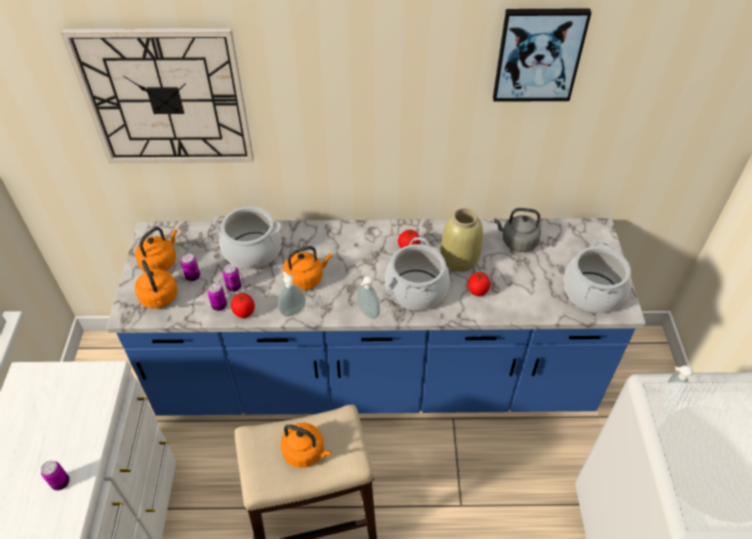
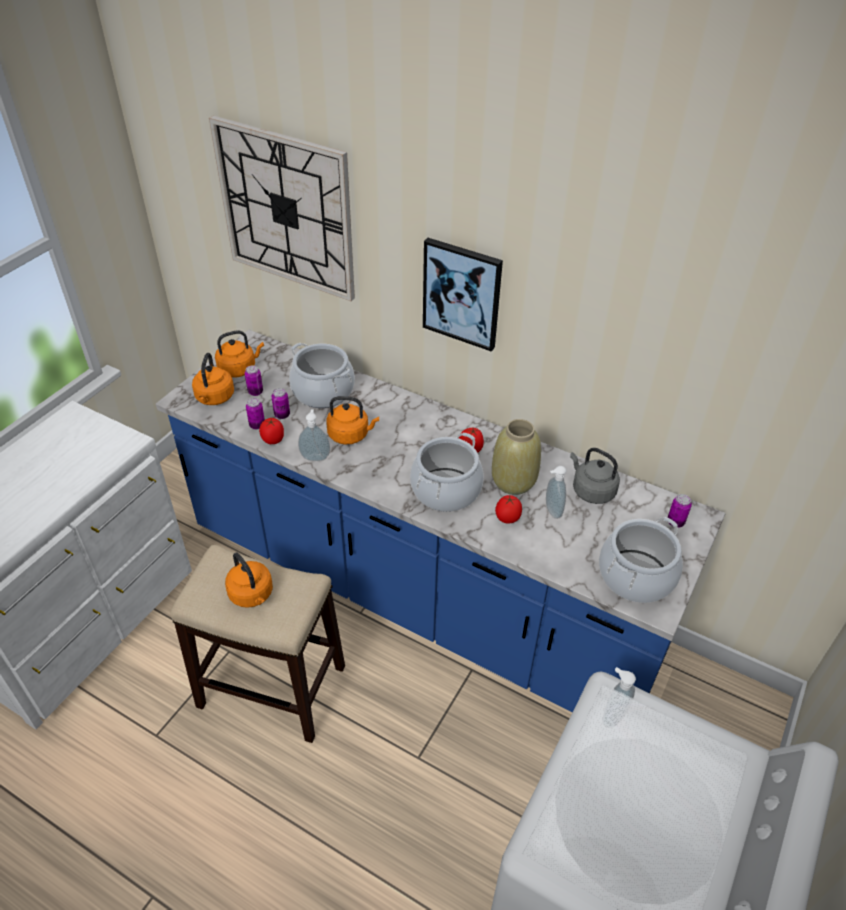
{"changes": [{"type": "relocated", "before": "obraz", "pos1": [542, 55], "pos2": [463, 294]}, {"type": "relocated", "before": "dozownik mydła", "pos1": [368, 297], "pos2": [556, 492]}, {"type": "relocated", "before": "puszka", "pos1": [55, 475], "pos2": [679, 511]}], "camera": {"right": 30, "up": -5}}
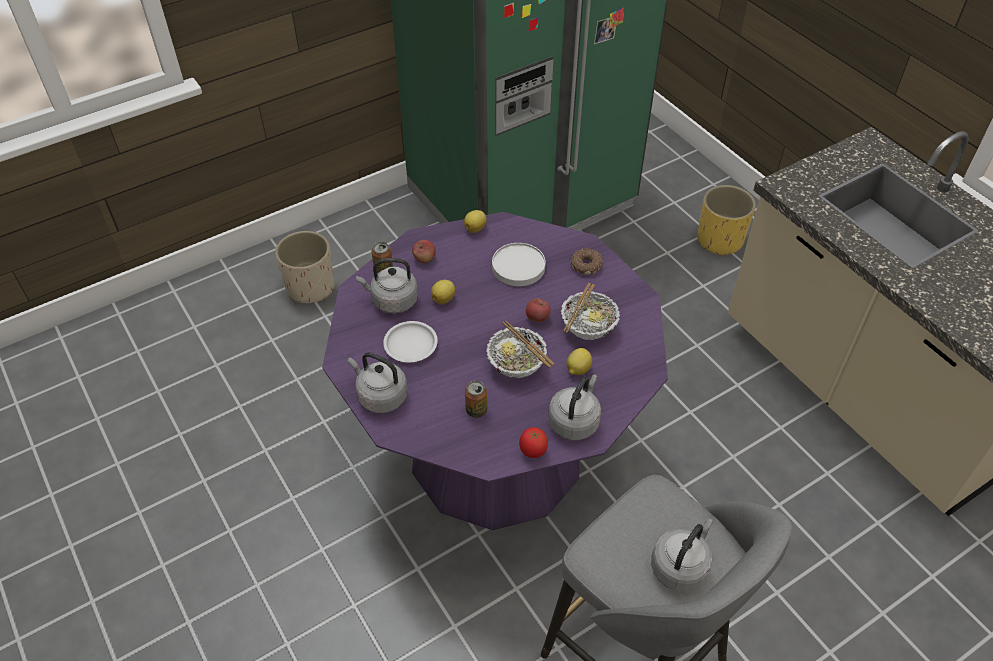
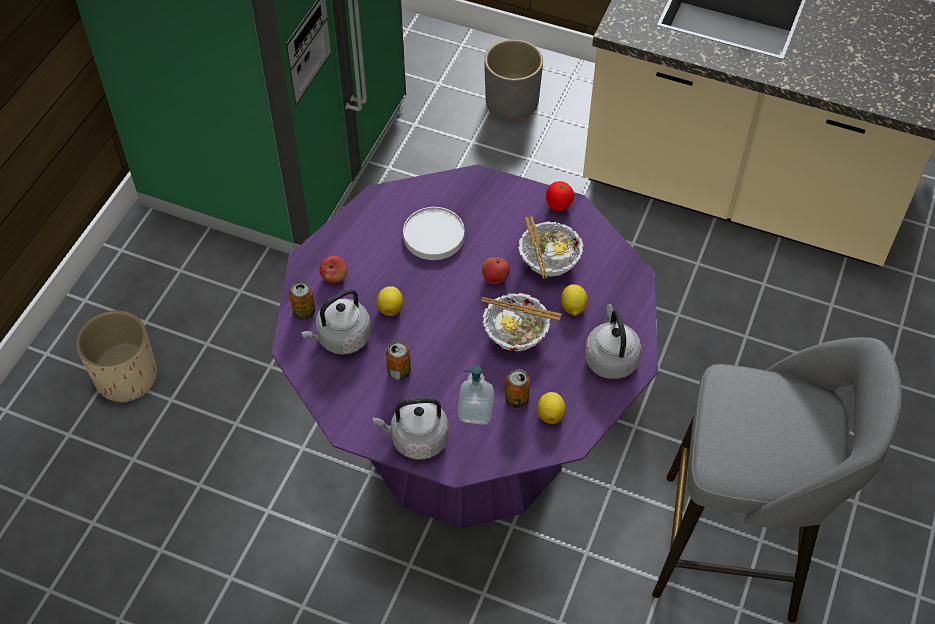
{"changes": [{"type": "colour", "before": "donica (żółty)", "after": "donica (szary)", "pos1": [726, 220], "pos2": [513, 80]}, {"type": "relocated", "before": "cytryna", "pos1": [475, 221], "pos2": [551, 408]}, {"type": "missing", "before": "donut", "pos1": [587, 261]}, {"type": "exchanged", "before": "talerz (biały)", "after": "puszka", "pos1": [410, 341], "pos2": [398, 360]}, {"type": "relocated", "before": "pomidor", "pos1": [533, 442], "pos2": [560, 196]}, {"type": "missing", "before": "czajnik (szary)", "pos1": [682, 555]}, {"type": "appeared", "after": "dozownik mydła", "pos2": [476, 395]}], "camera": {"right": -35, "up": 5}}
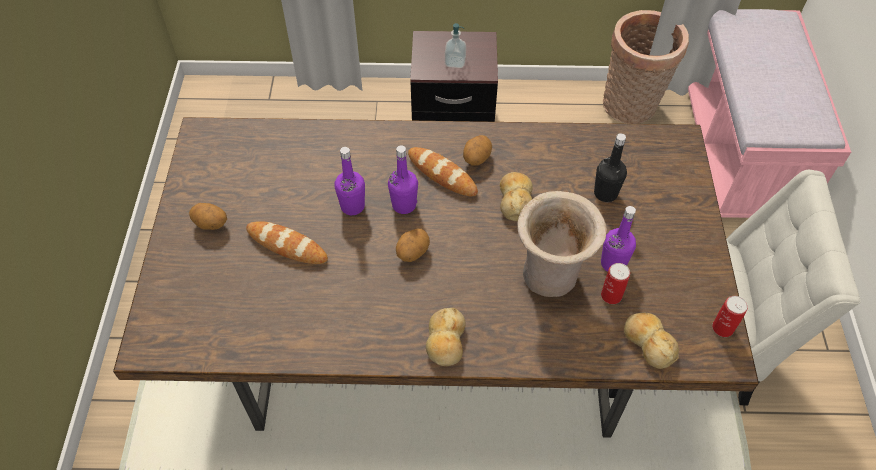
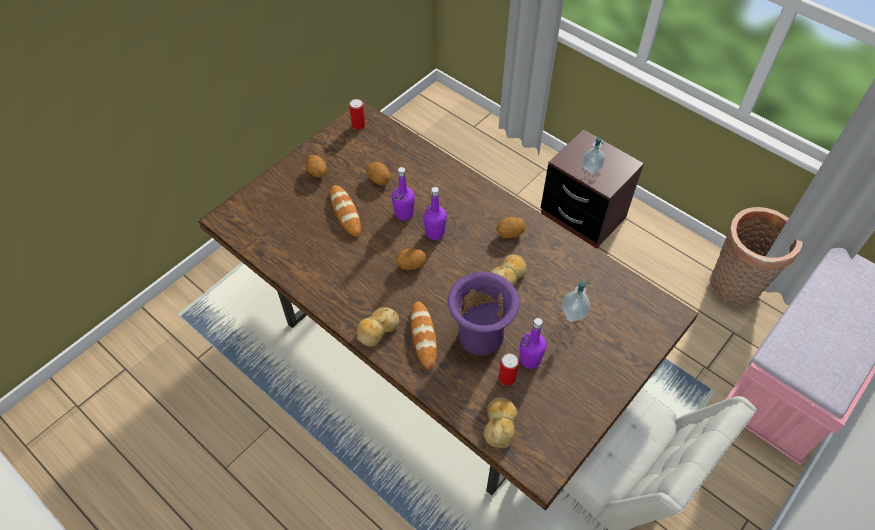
{"changes": [{"type": "exchanged", "before": "butelka (czarny)", "after": "dozownik mydła", "pos1": [610, 167], "pos2": [576, 301]}, {"type": "relocated", "before": "chleb", "pos1": [443, 171], "pos2": [424, 335]}, {"type": "colour", "before": "wazon (beżowy)", "after": "wazon (fioletowy)", "pos1": [562, 244], "pos2": [484, 314]}, {"type": "relocated", "before": "puszka", "pos1": [730, 316], "pos2": [357, 114]}, {"type": "appeared", "after": "ziemniak", "pos2": [378, 173]}], "camera": {"right": 40, "up": 0}}
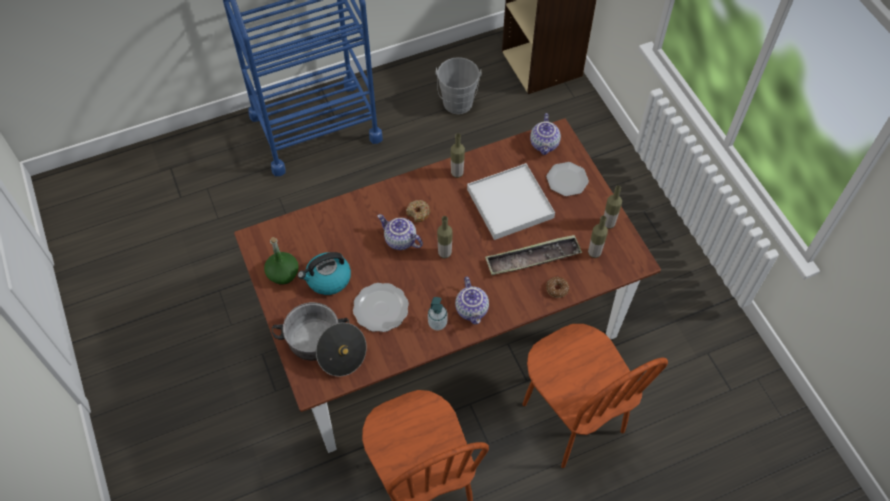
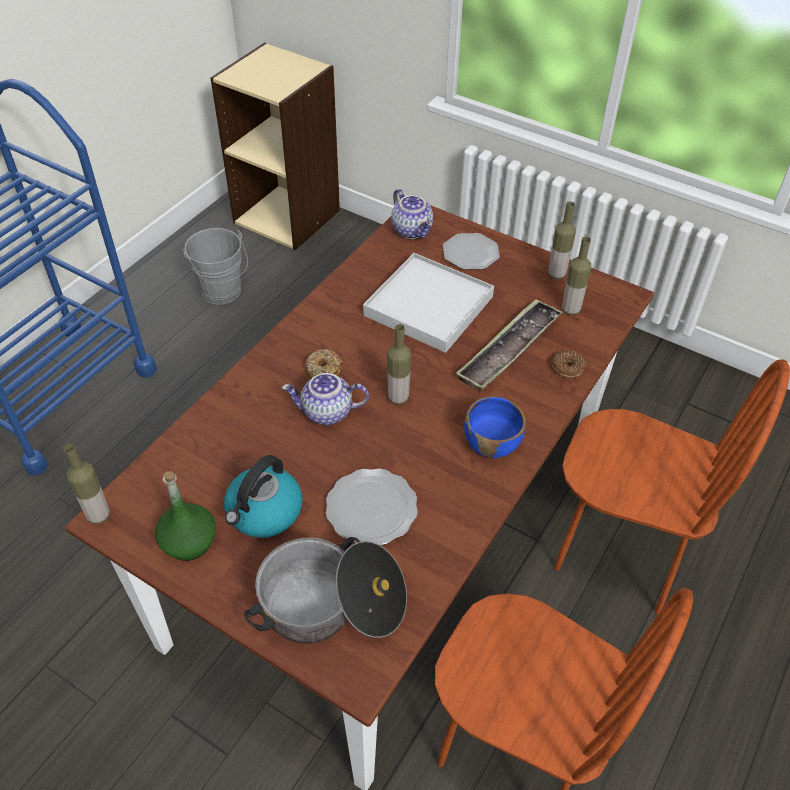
{"changes": [{"type": "relocated", "before": "butelka", "pos1": [458, 155], "pos2": [87, 483]}, {"type": "exchanged", "before": "imbryk", "after": "miska (niebieski)", "pos1": [472, 301], "pos2": [495, 427]}, {"type": "missing", "before": "dozownik mydła", "pos1": [437, 314]}], "camera": {"right": -35, "up": -10}}
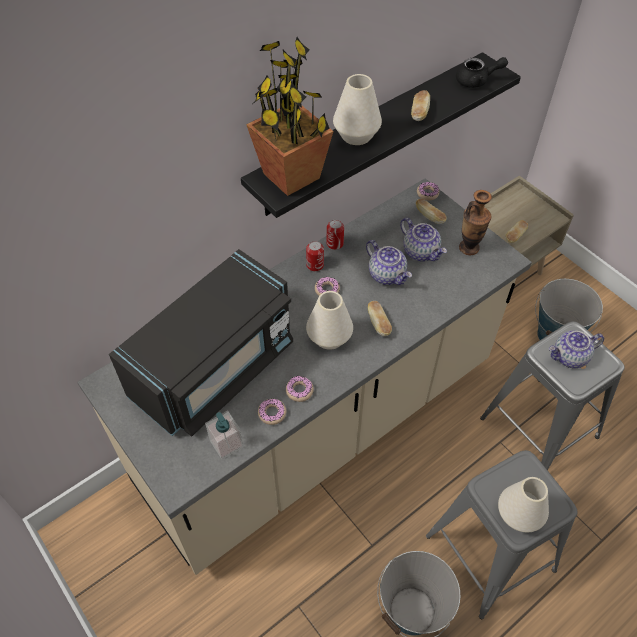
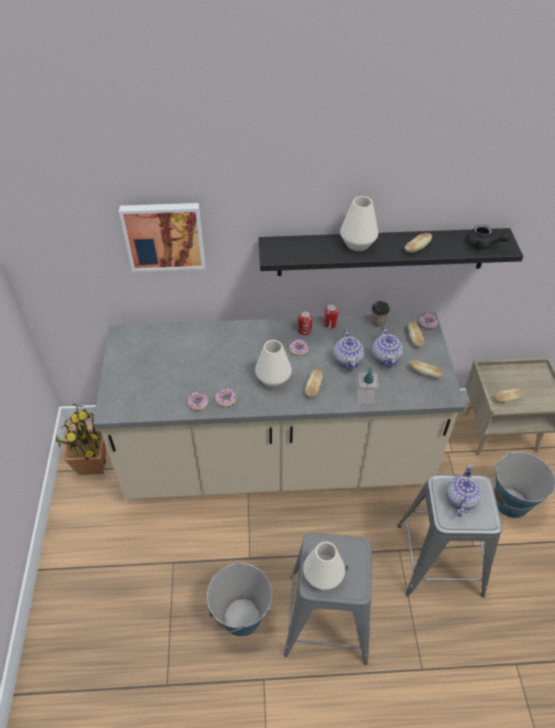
{"changes": [{"type": "relocated", "before": "roślina doniczkowa", "pos1": [289, 116], "pos2": [81, 439]}, {"type": "exchanged", "before": "wazon", "after": "chleb", "pos1": [475, 222], "pos2": [426, 369]}, {"type": "missing", "before": "mikrofalówka (czarny)", "pos1": [201, 343]}, {"type": "spun", "before": "imbryk", "pos1": [576, 349], "pos2": [463, 491], "turn": 90}, {"type": "relocated", "before": "dozownik mydła", "pos1": [224, 435], "pos2": [367, 385]}, {"type": "appeared", "after": "obraz", "pos2": [162, 237]}, {"type": "appeared", "after": "filiżanka", "pos2": [381, 314]}], "camera": {"right": 35, "up": -5}}
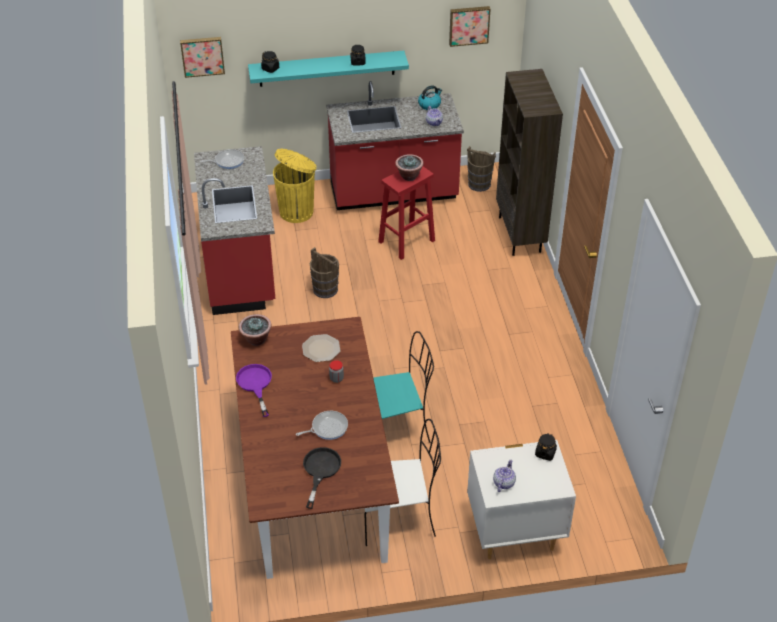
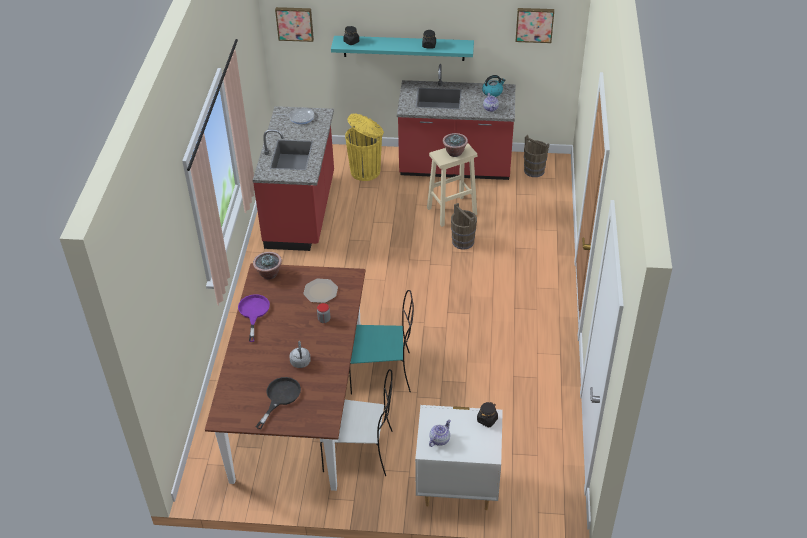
{"changes": [{"type": "missing", "before": "regał (brązowy)", "pos1": [529, 162]}, {"type": "colour", "before": "stołek (czerwony)", "after": "stołek (beżowy)", "pos1": [406, 213], "pos2": [452, 185]}, {"type": "relocated", "before": "wiadro (brązowy)", "pos1": [324, 272], "pos2": [464, 226]}, {"type": "exchanged", "before": "patelnia", "after": "czajnik (szary)", "pos1": [322, 425], "pos2": [300, 354]}], "camera": {"right": 15, "up": 0}}
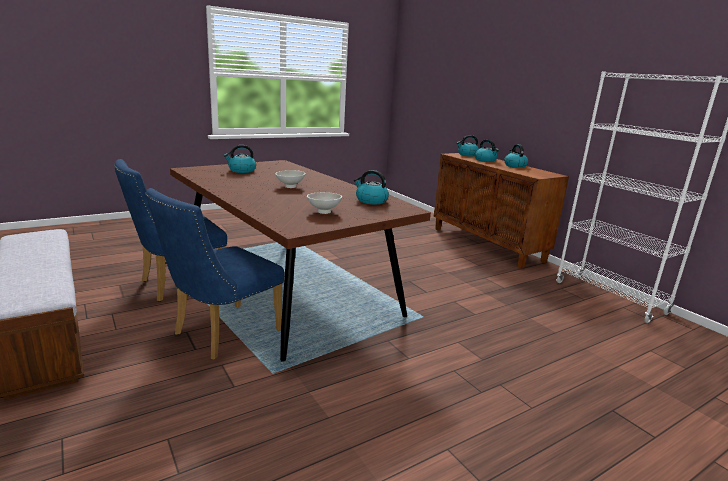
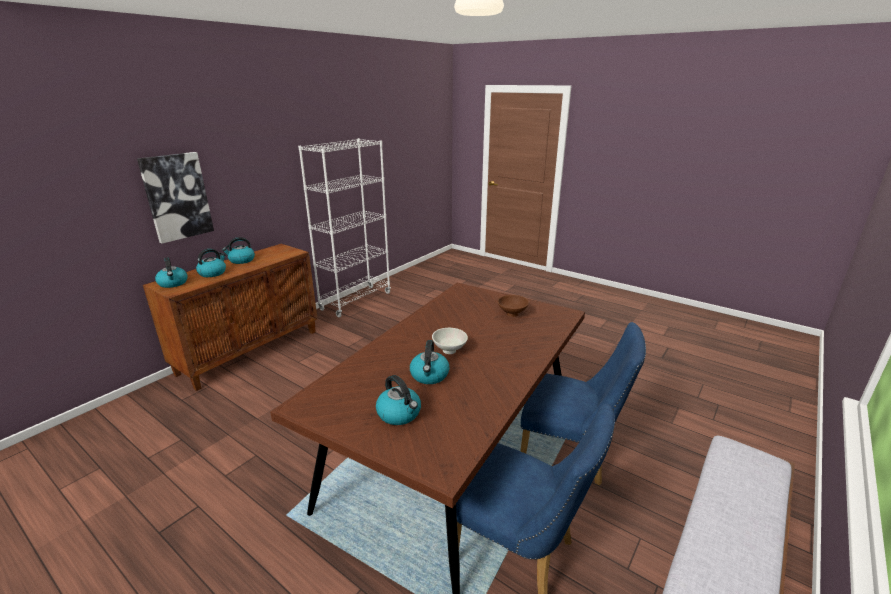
{"changes": [{"type": "relocated", "before": "czajnik", "pos1": [371, 187], "pos2": [430, 362]}, {"type": "colour", "before": "miska (biały)", "after": "miska (brązowy)", "pos1": [324, 203], "pos2": [513, 306]}, {"type": "appeared", "after": "obraz", "pos2": [175, 198]}], "camera": {"right": -110, "up": 5}}
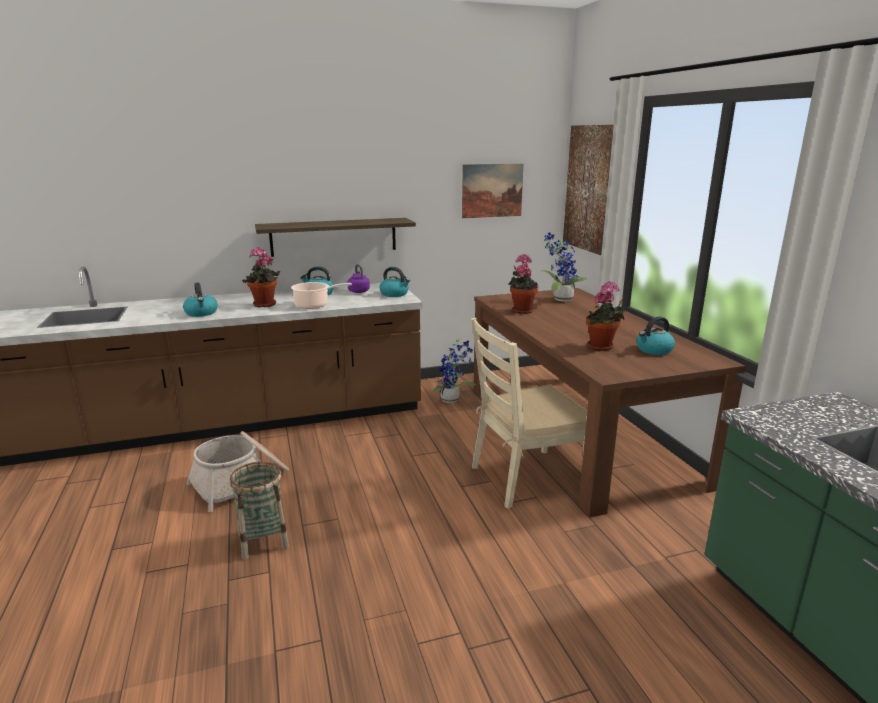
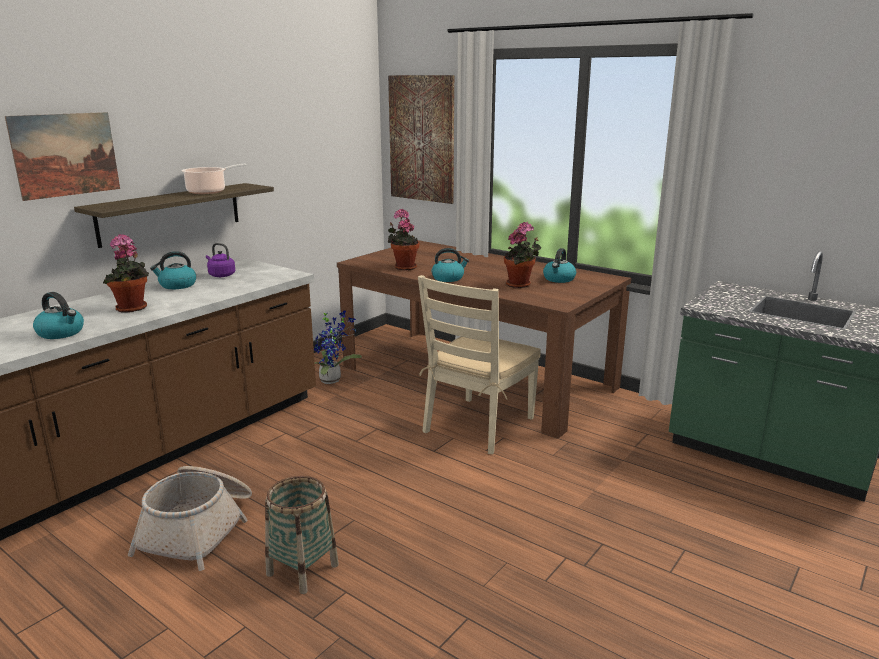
{"changes": [{"type": "relocated", "before": "obraz", "pos1": [493, 191], "pos2": [62, 156]}, {"type": "missing", "before": "roślina doniczkowa", "pos1": [564, 267]}, {"type": "relocated", "before": "czajnik", "pos1": [395, 282], "pos2": [450, 265]}, {"type": "relocated", "before": "garnek", "pos1": [321, 295], "pos2": [214, 179]}], "camera": {"right": -35, "up": 0}}
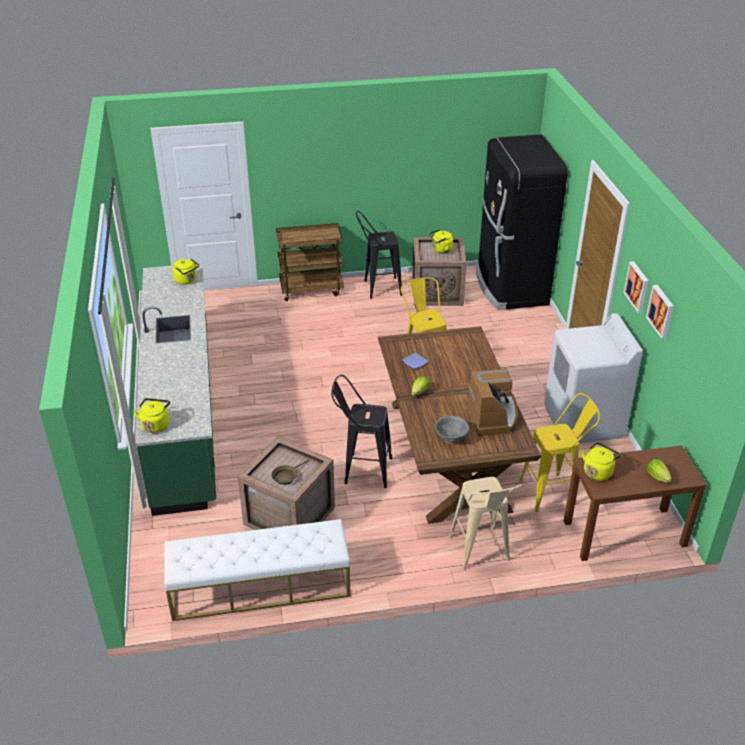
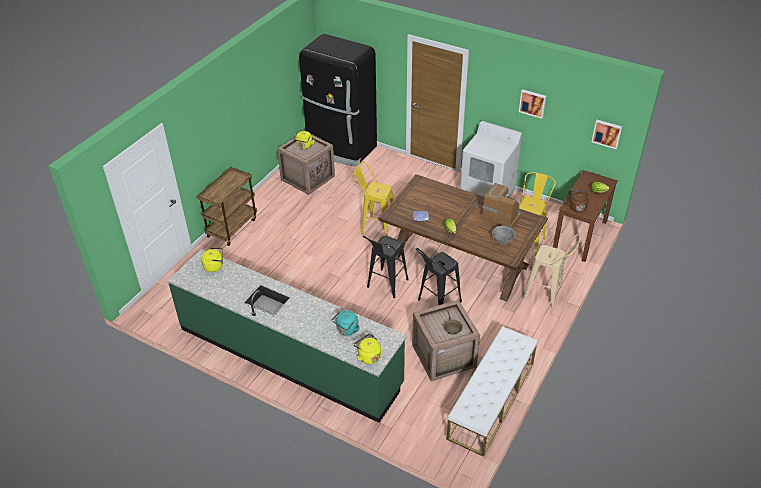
{"changes": [{"type": "relocated", "before": "stołek (czarny)", "pos1": [379, 255], "pos2": [386, 266]}, {"type": "relocated", "before": "obraz", "pos1": [636, 287], "pos2": [607, 134]}, {"type": "colour", "before": "czajnik (żółty)", "after": "czajnik (brązowy)", "pos1": [601, 461], "pos2": [578, 201]}, {"type": "appeared", "after": "czajnik (turkusowy)", "pos2": [346, 323]}], "camera": {"right": -50, "up": 5}}
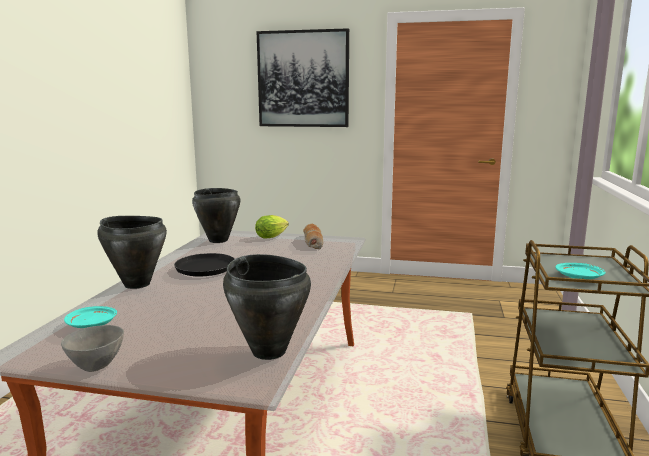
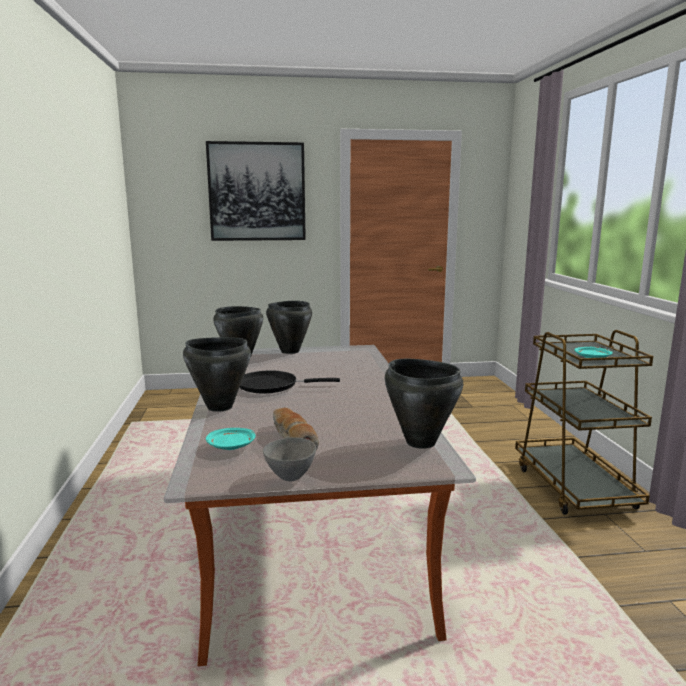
{"changes": [{"type": "exchanged", "before": "sałata", "after": "garnek (czarny)", "pos1": [272, 227], "pos2": [289, 327]}, {"type": "relocated", "before": "chleb", "pos1": [313, 236], "pos2": [296, 429]}], "camera": {"right": -20, "up": 0}}
